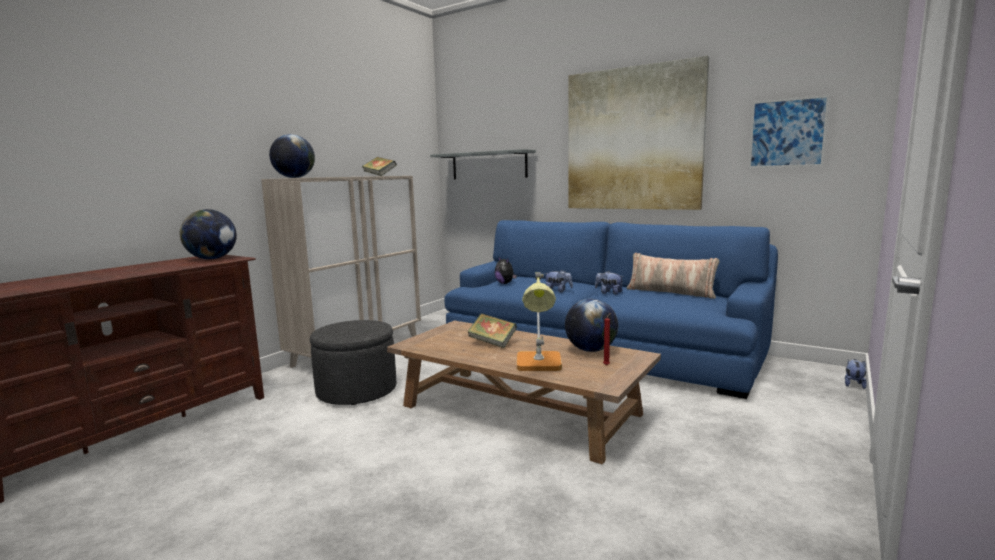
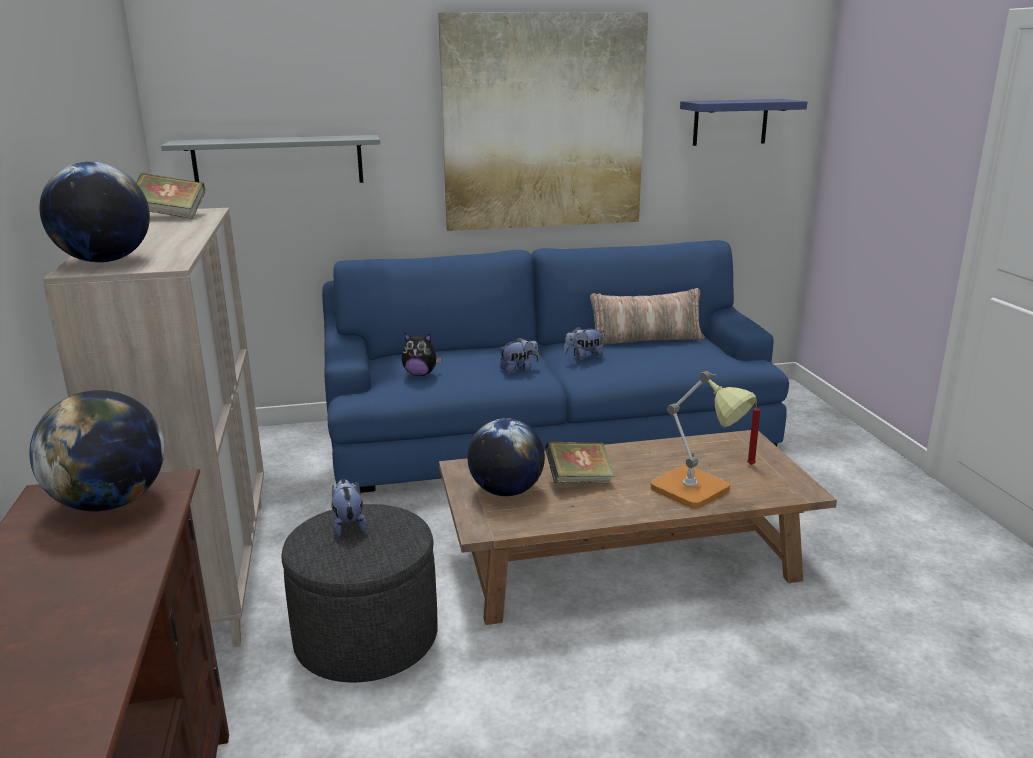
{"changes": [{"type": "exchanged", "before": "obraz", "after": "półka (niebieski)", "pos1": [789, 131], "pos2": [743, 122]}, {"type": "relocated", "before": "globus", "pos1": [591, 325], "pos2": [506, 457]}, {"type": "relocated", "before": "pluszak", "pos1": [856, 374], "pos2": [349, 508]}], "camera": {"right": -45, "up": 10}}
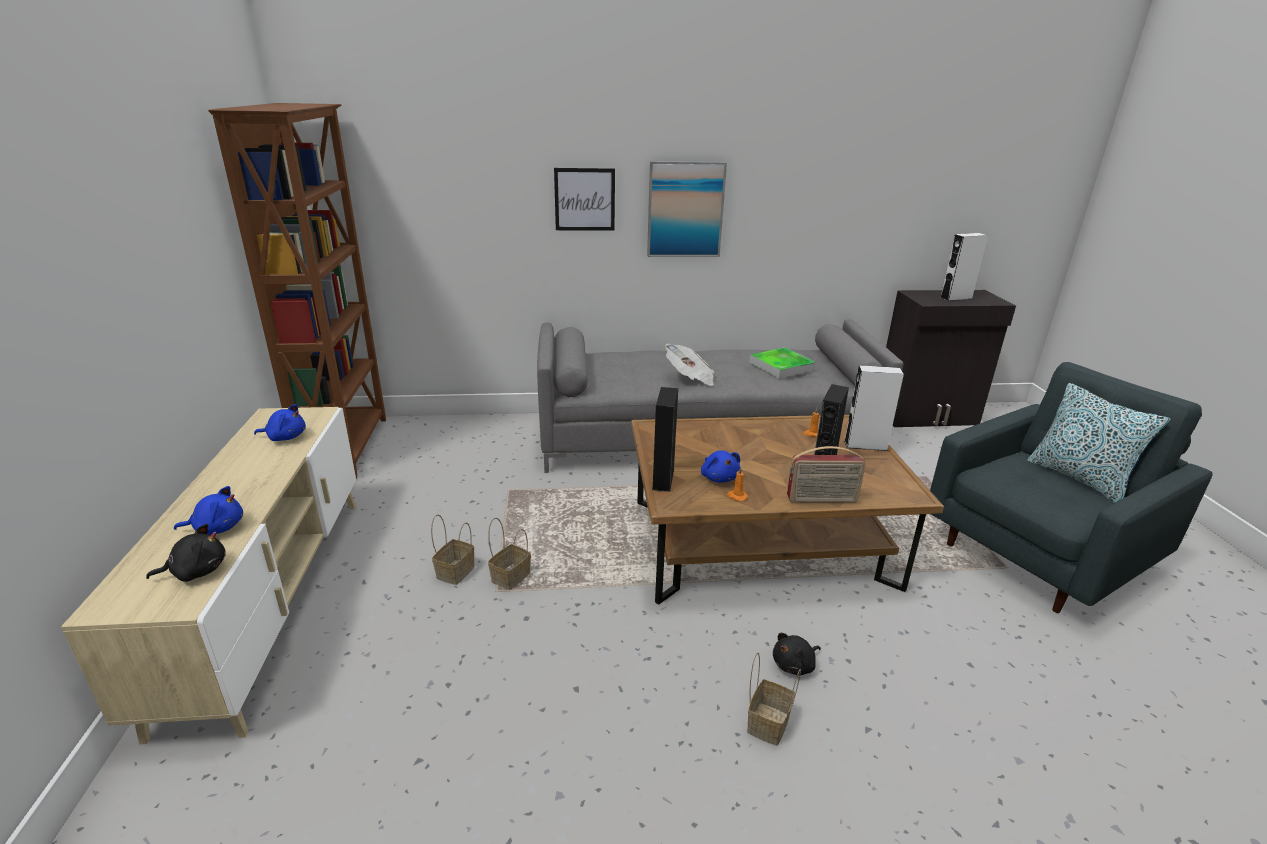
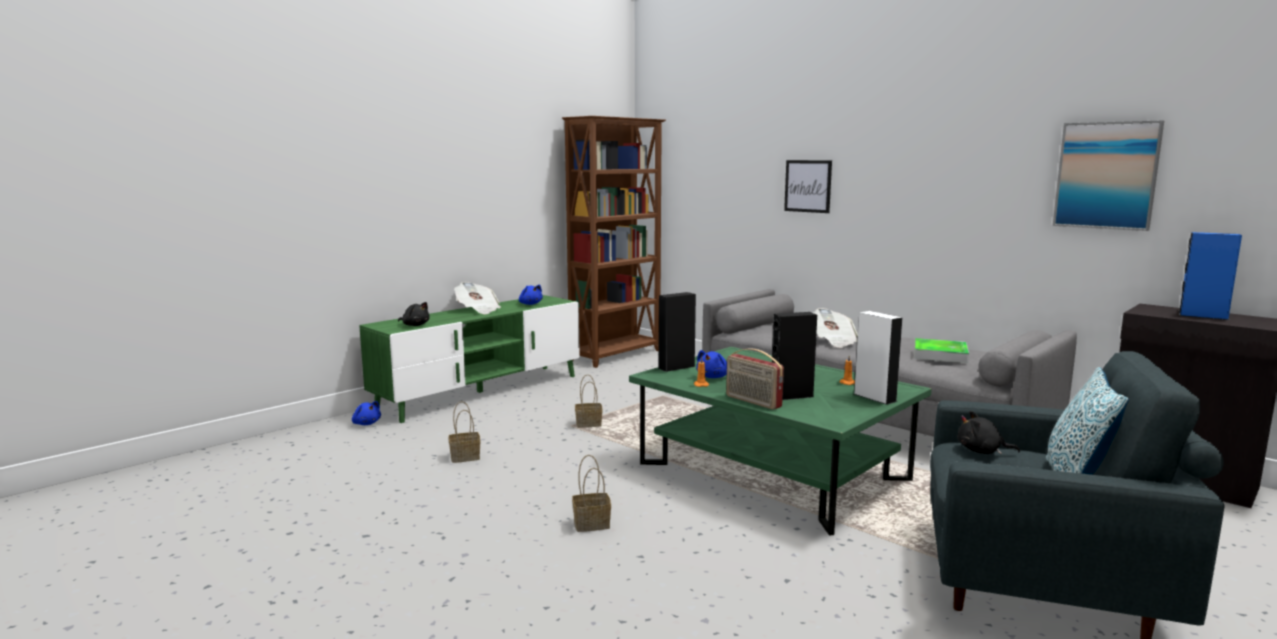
{"changes": [{"type": "relocated", "before": "obraz", "pos1": [687, 209], "pos2": [1108, 175]}, {"type": "colour", "before": "głośnik (biały)", "after": "głośnik (niebieski)", "pos1": [964, 267], "pos2": [1210, 276]}, {"type": "colour", "before": "szafka pod telewizor (beżowy)", "after": "szafka pod telewizor (zielony)", "pos1": [208, 575], "pos2": [469, 359]}, {"type": "colour", "before": "ława (brązowy)", "after": "ława (zielony)", "pos1": [787, 510], "pos2": [780, 441]}, {"type": "relocated", "before": "pluszak (niebieski)", "pos1": [208, 510], "pos2": [366, 413]}, {"type": "relocated", "before": "koszyk", "pos1": [453, 549], "pos2": [464, 432]}, {"type": "relocated", "before": "pluszak (czarny)", "pos1": [797, 654], "pos2": [989, 433]}, {"type": "appeared", "after": "gazeta", "pos2": [477, 298]}], "camera": {"right": 50, "up": -15}}
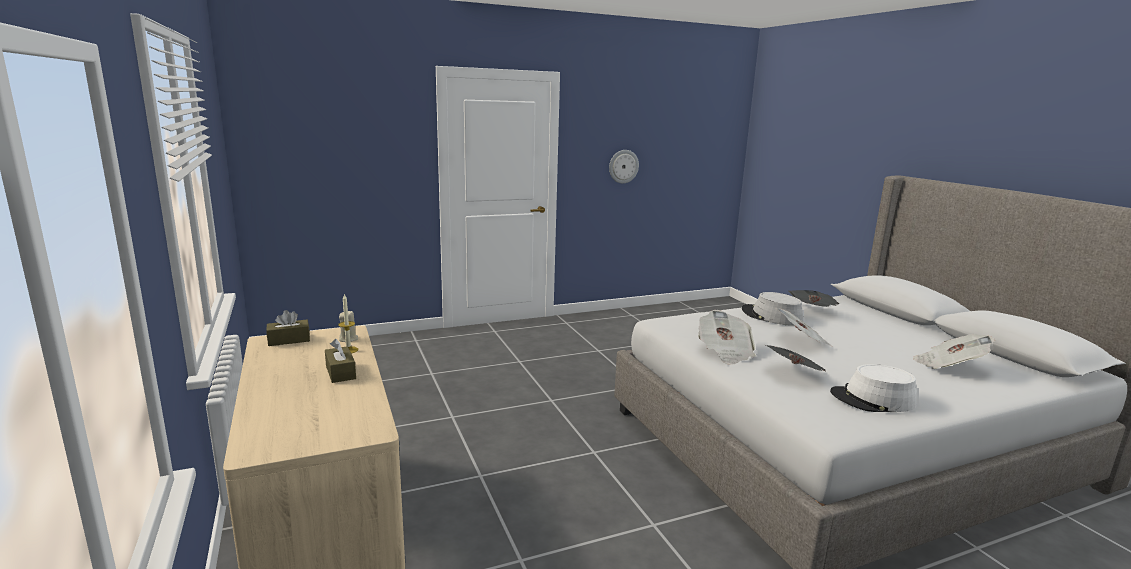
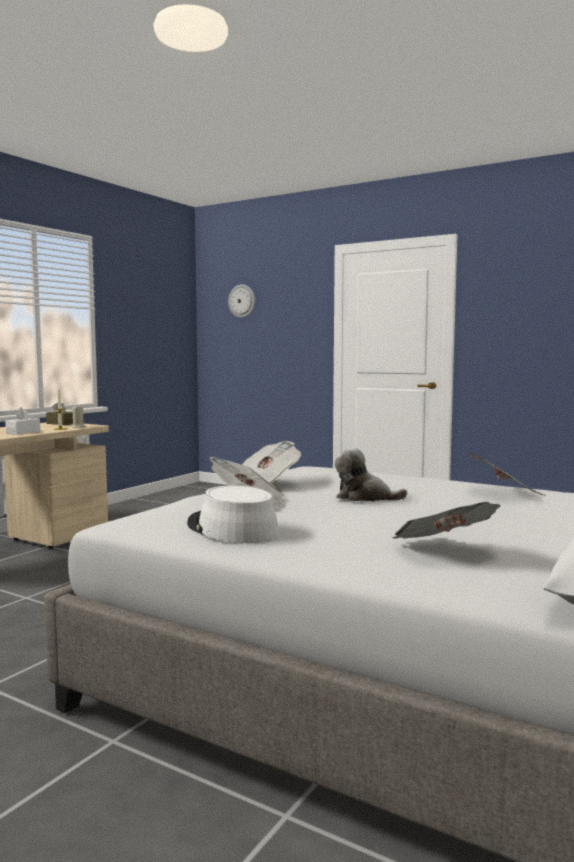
{"changes": [{"type": "relocated", "before": "zegar ścienny", "pos1": [624, 166], "pos2": [241, 301]}, {"type": "missing", "before": "kapelusz (szary)", "pos1": [772, 309]}, {"type": "exchanged", "before": "gazeta", "after": "pluszak", "pos1": [805, 327], "pos2": [371, 474]}, {"type": "colour", "before": "pudełko chusteczek (brązowy)", "after": "pudełko chusteczek (biały)", "pos1": [340, 361], "pos2": [22, 421]}], "camera": {"right": 55, "up": -10}}
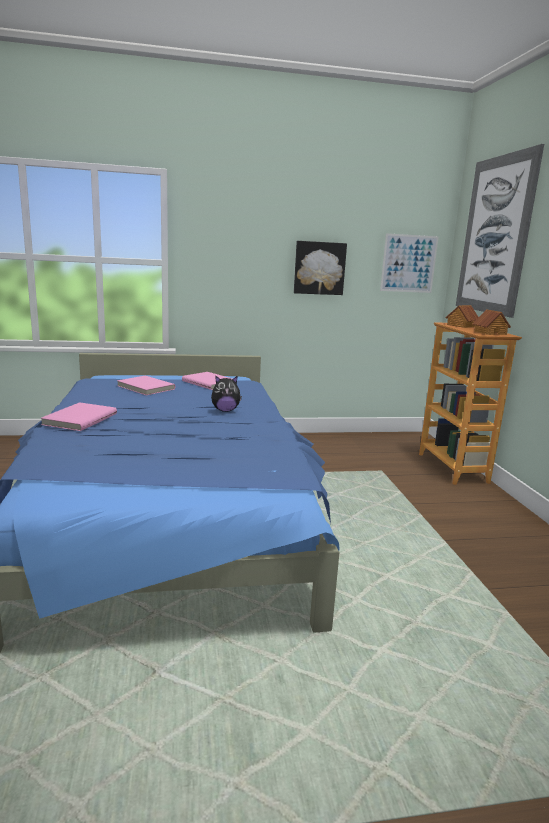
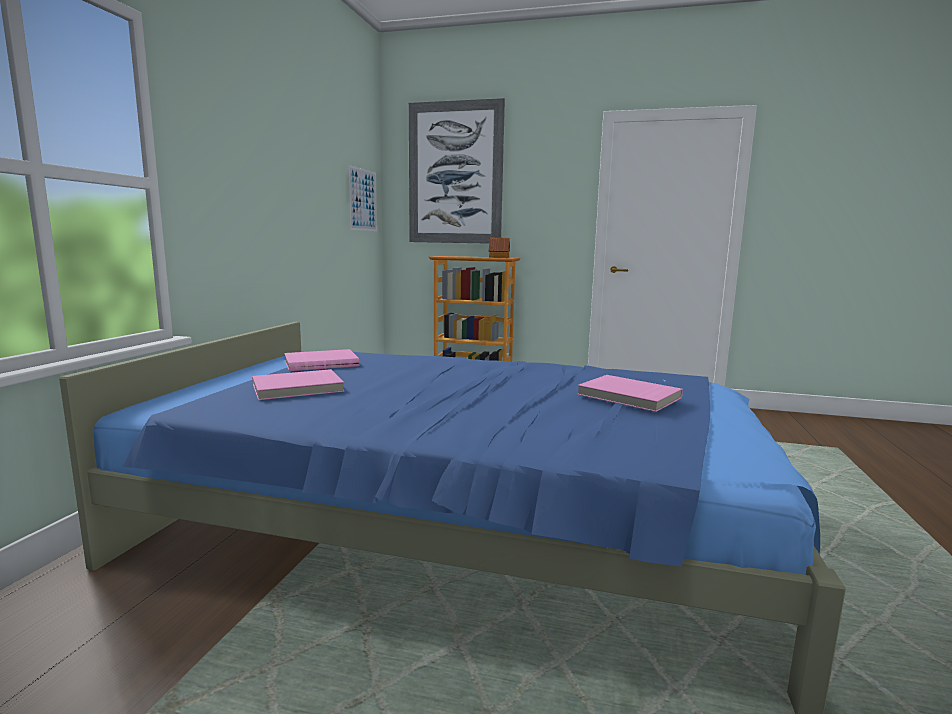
{"changes": [{"type": "missing", "before": "obraz", "pos1": [320, 268]}, {"type": "missing", "before": "domek", "pos1": [461, 316]}, {"type": "missing", "before": "pluszak", "pos1": [226, 394]}, {"type": "relocated", "before": "książka (różowy)", "pos1": [79, 416], "pos2": [630, 393]}], "camera": {"right": -65, "up": -5}}
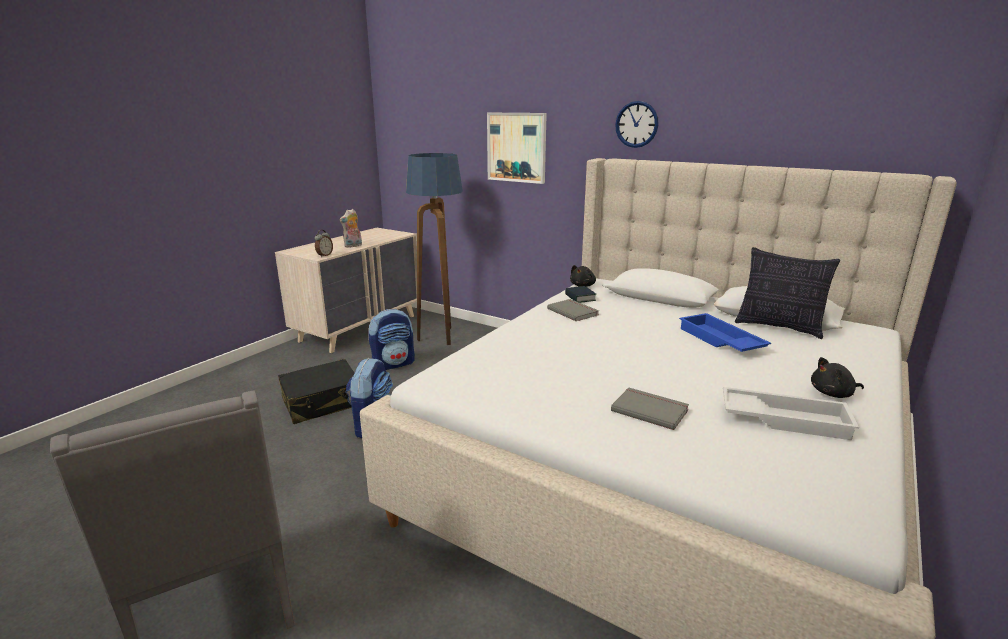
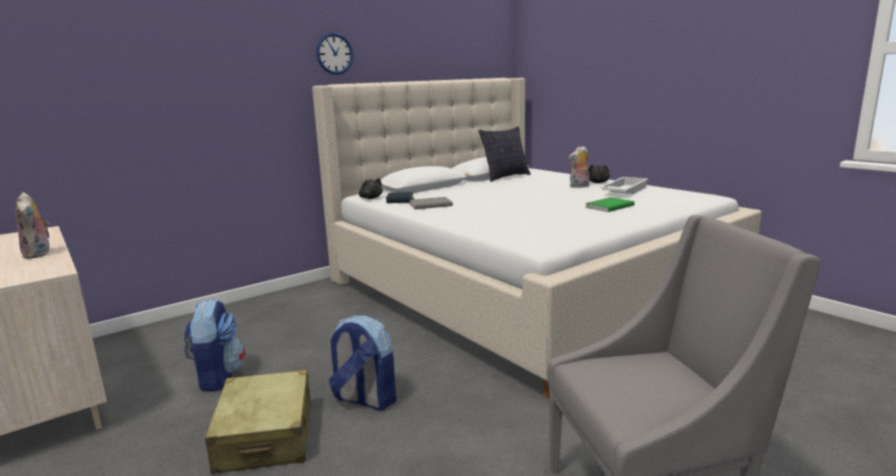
{"changes": [{"type": "missing", "before": "obraz", "pos1": [517, 148]}, {"type": "missing", "before": "lampa stojąca", "pos1": [434, 249]}, {"type": "missing", "before": "budzik", "pos1": [323, 243]}, {"type": "missing", "before": "taca (niebieski)", "pos1": [725, 332]}, {"type": "colour", "before": "walizka (czarny)", "after": "walizka (beżowy)", "pos1": [316, 391], "pos2": [258, 422]}, {"type": "colour", "before": "książka (szary)", "after": "książka (zielony)", "pos1": [650, 409], "pos2": [610, 204]}, {"type": "appeared", "after": "pluszak", "pos2": [578, 167]}], "camera": {"right": -70, "up": -5}}
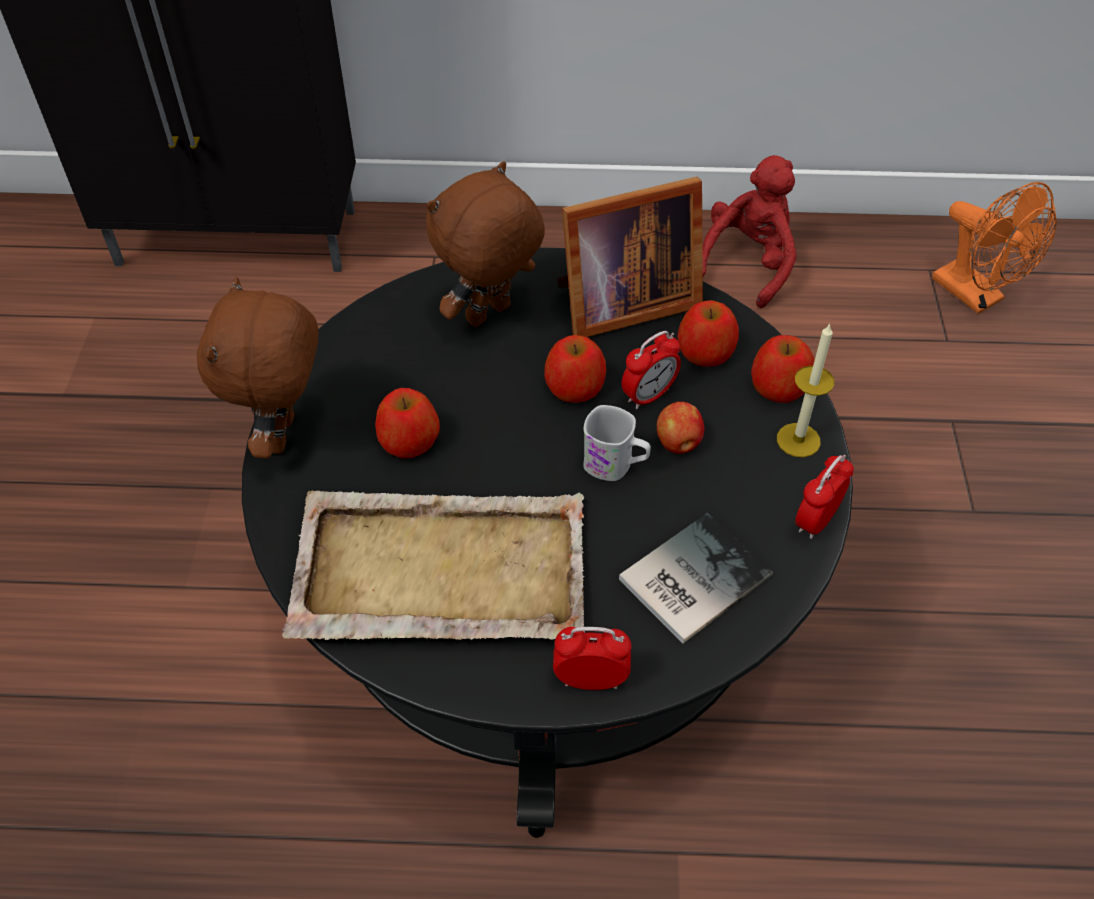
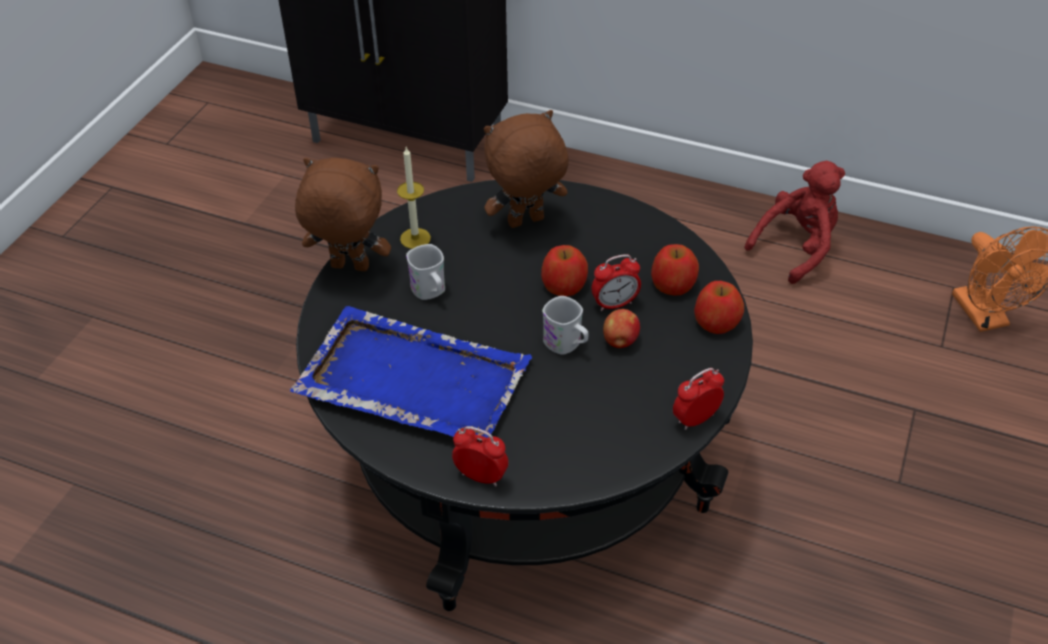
{"changes": [{"type": "missing", "before": "ramka na zdjęcie", "pos1": [630, 257]}, {"type": "spun", "before": "pluszak (brązowy)", "pos1": [257, 368], "pos2": [343, 214], "turn": 75}, {"type": "relocated", "before": "świeca", "pos1": [806, 390], "pos2": [414, 198]}, {"type": "exchanged", "before": "jabłko", "after": "kubek (biały)", "pos1": [407, 423], "pos2": [425, 272]}, {"type": "colour", "before": "taca (beżowy)", "after": "taca (niebieski)", "pos1": [433, 565], "pos2": [411, 372]}, {"type": "missing", "before": "książka", "pos1": [696, 578]}], "camera": {"right": 20, "up": -5}}
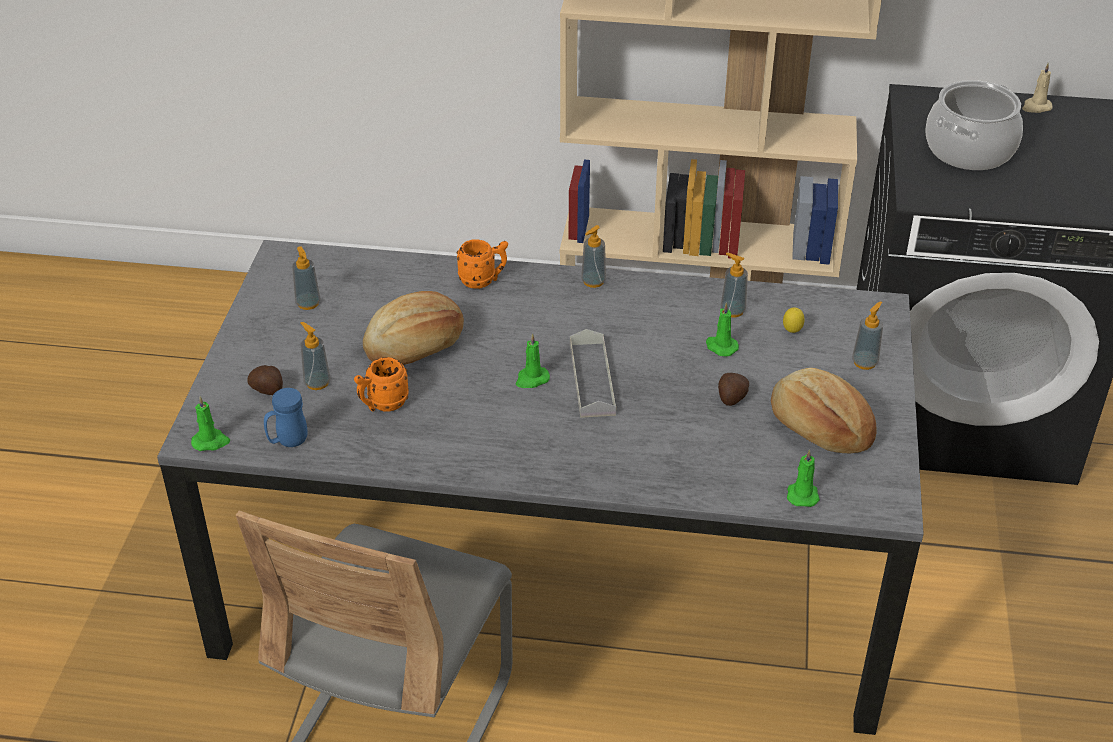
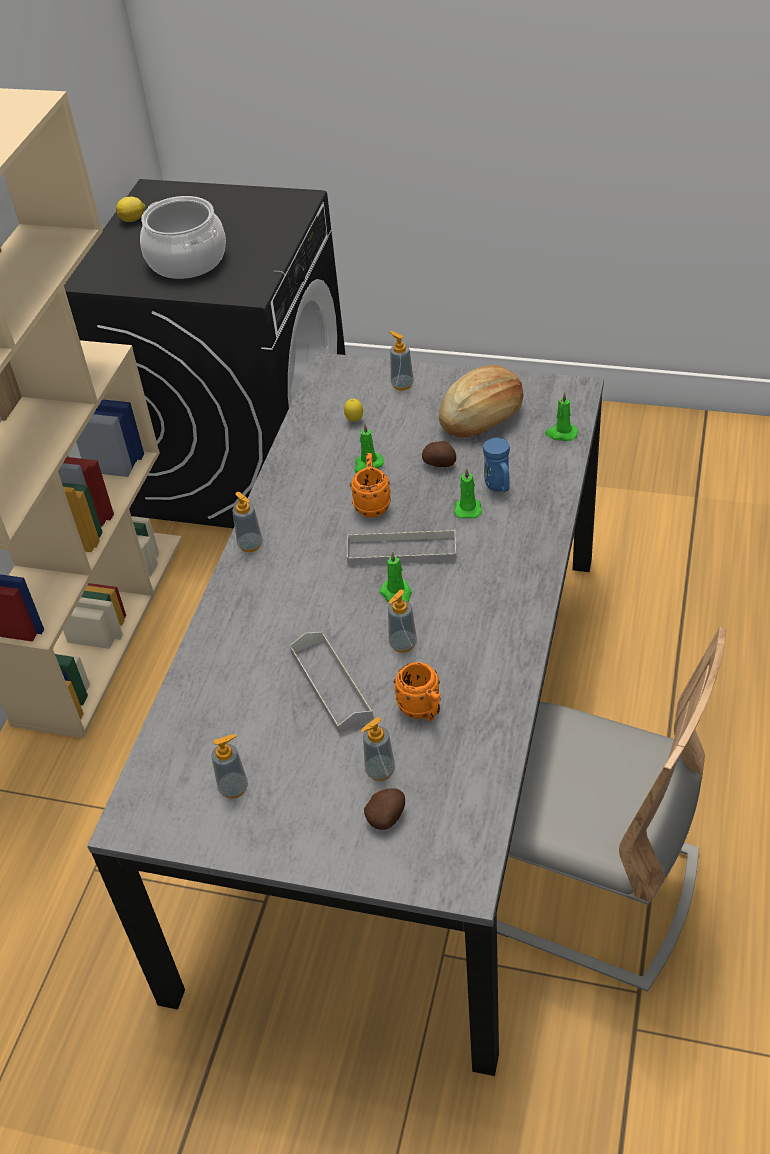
{"changes": [{"type": "exchanged", "before": "świeca (beżowy)", "after": "cytryna", "pos1": [1037, 88], "pos2": [130, 209]}, {"type": "relocated", "before": "kubek (pomarańczowy)", "pos1": [482, 264], "pos2": [370, 485]}, {"type": "relocated", "before": "dozownik mydła", "pos1": [734, 285], "pos2": [402, 621]}, {"type": "exchanged", "before": "chleb", "after": "taca (szary)", "pos1": [413, 328], "pos2": [332, 683]}, {"type": "relocated", "before": "kubek (niebieski)", "pos1": [286, 417], "pos2": [496, 465]}, {"type": "relocated", "before": "świeca (zielony)", "pos1": [211, 423], "pos2": [468, 493]}], "camera": {"right": -80, "up": 5}}
